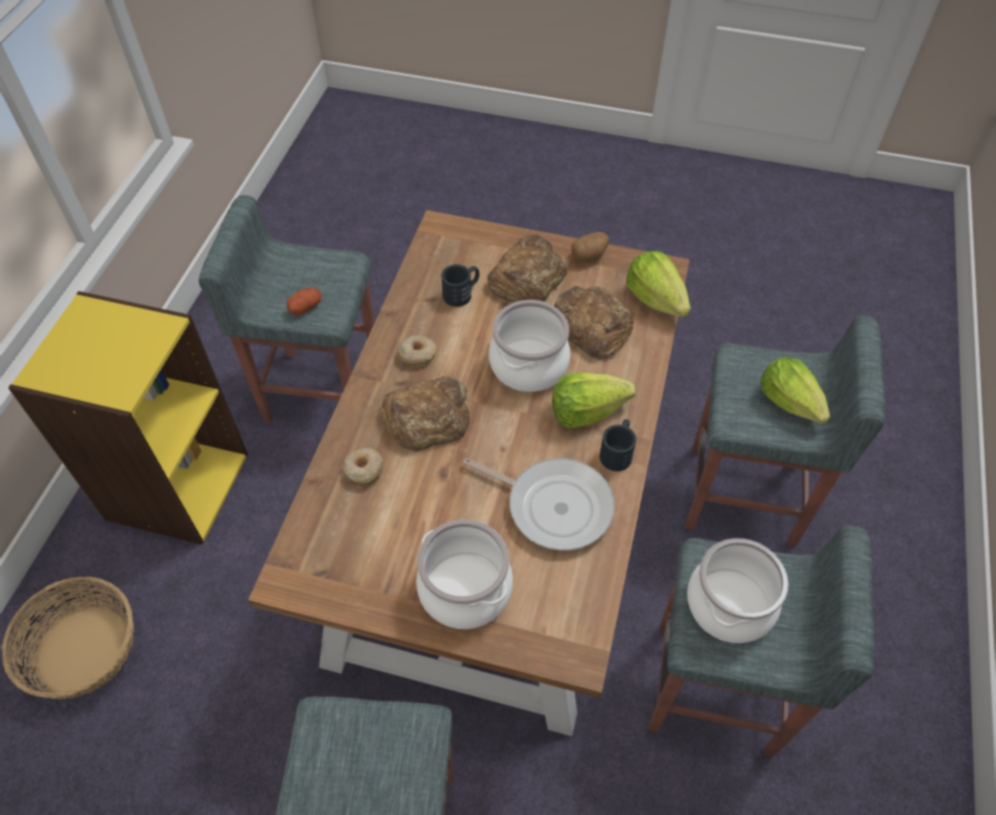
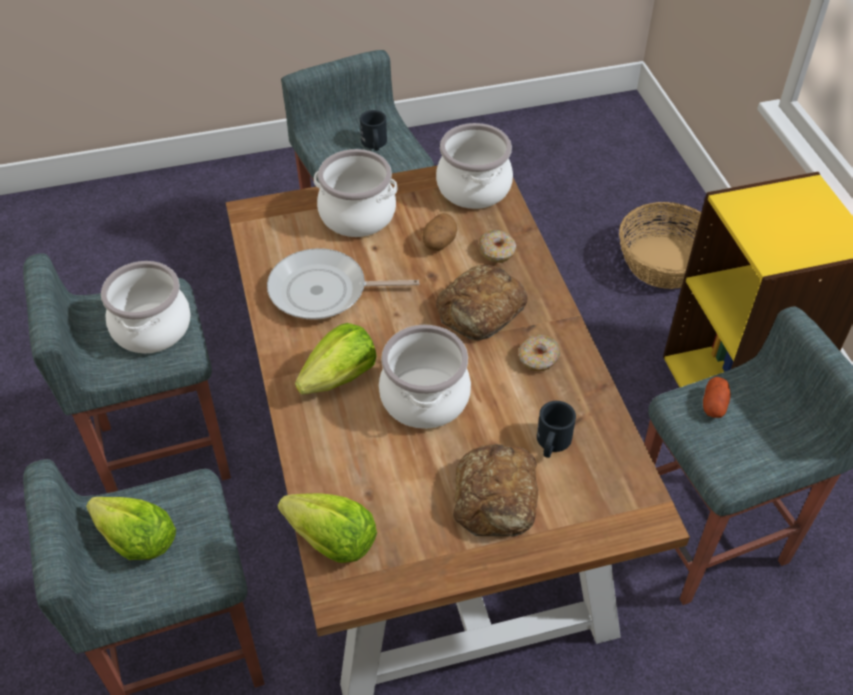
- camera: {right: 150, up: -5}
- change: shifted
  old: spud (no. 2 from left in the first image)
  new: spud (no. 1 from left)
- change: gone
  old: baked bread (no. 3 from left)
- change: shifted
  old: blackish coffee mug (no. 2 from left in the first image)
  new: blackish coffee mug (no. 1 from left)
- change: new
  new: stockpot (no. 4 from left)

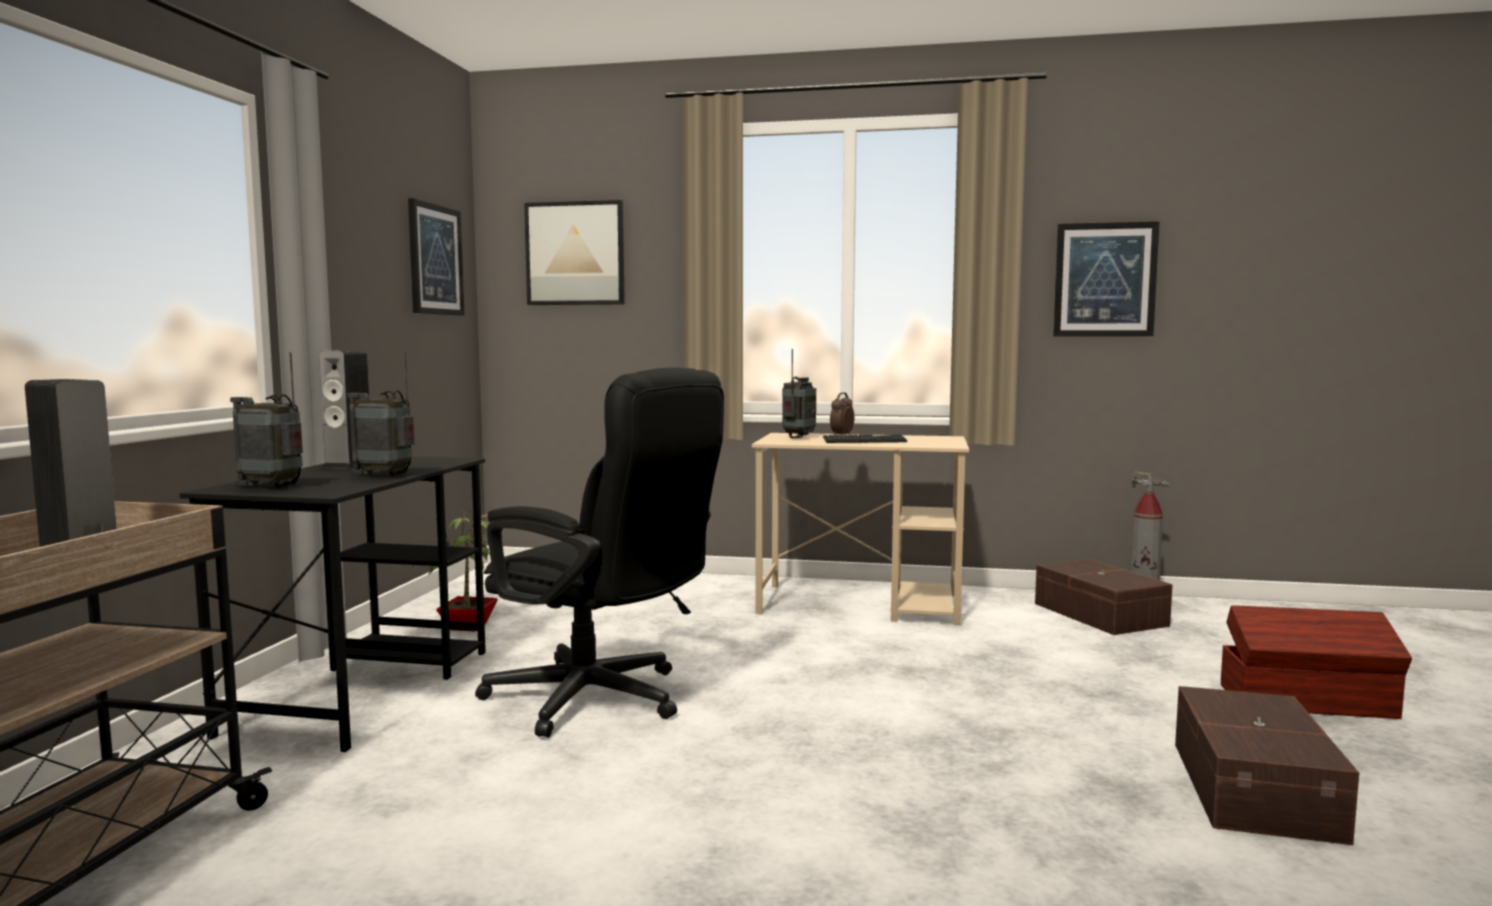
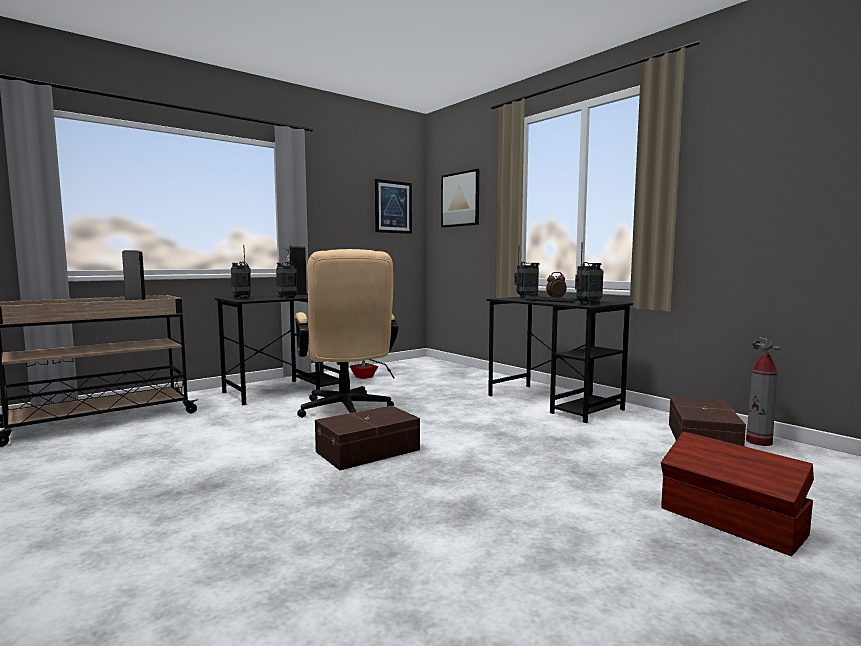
- camera: {right: 40, up: 0}
- change: gone
  old: wall art (no. 3 from left)
- change: repainted
  old: blackish computer chair
  new: sand-coloured computer chair
- change: repainted
  old: sand-coloured desk unit
  new: blackish desk unit (no. 2 from left)
- change: shifted
  old: brown storage bin (no. 2 from left in the first image)
  new: brown storage bin (no. 1 from left)
- change: new
  new: radio (no. 4 from left)

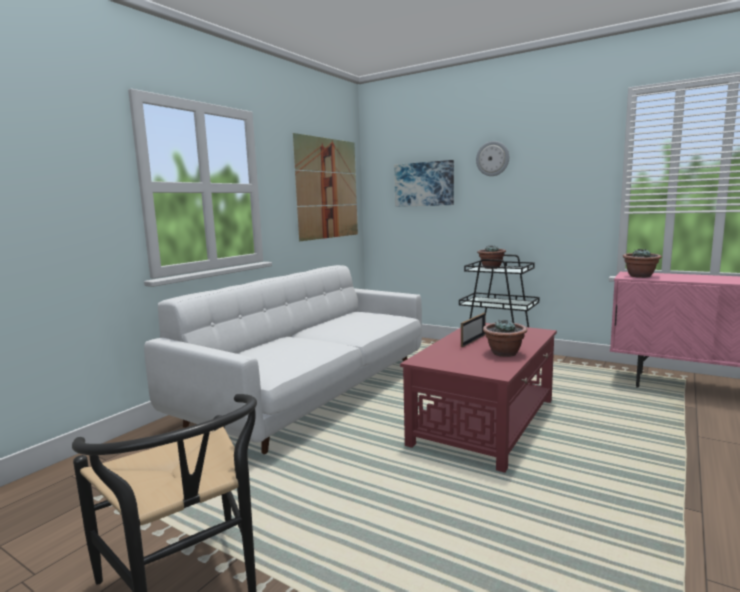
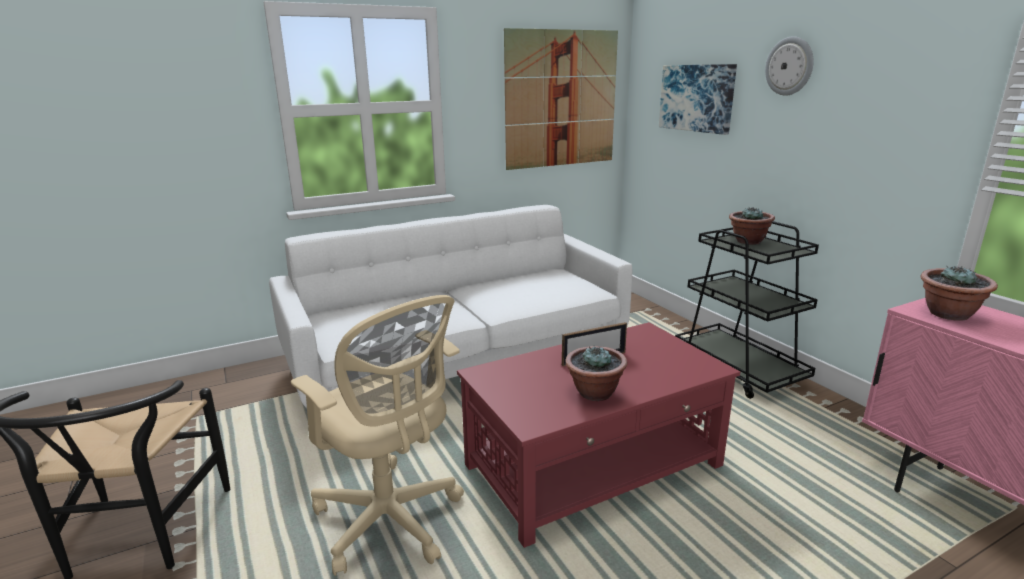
- camera: {right: 30, up: 10}
- change: new
  new: sand-coloured computer chair

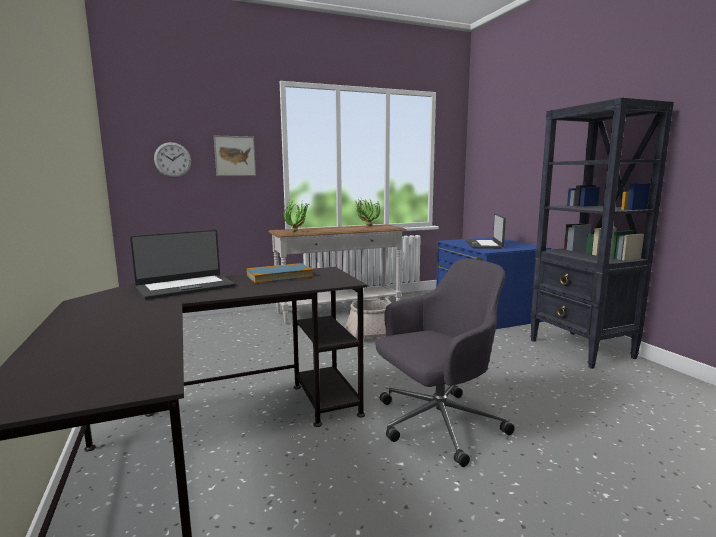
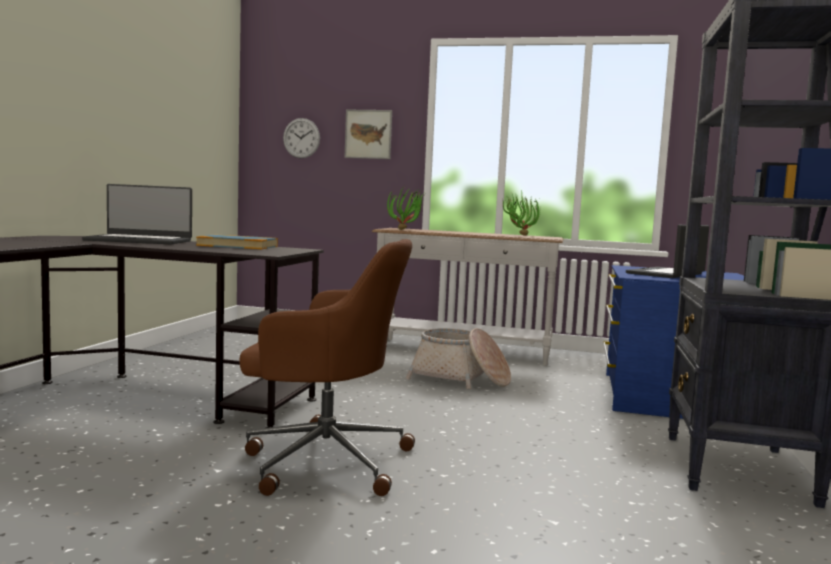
- camera: {right: 35, up: -5}
- change: repainted
  old: grey computer chair
  new: brown computer chair

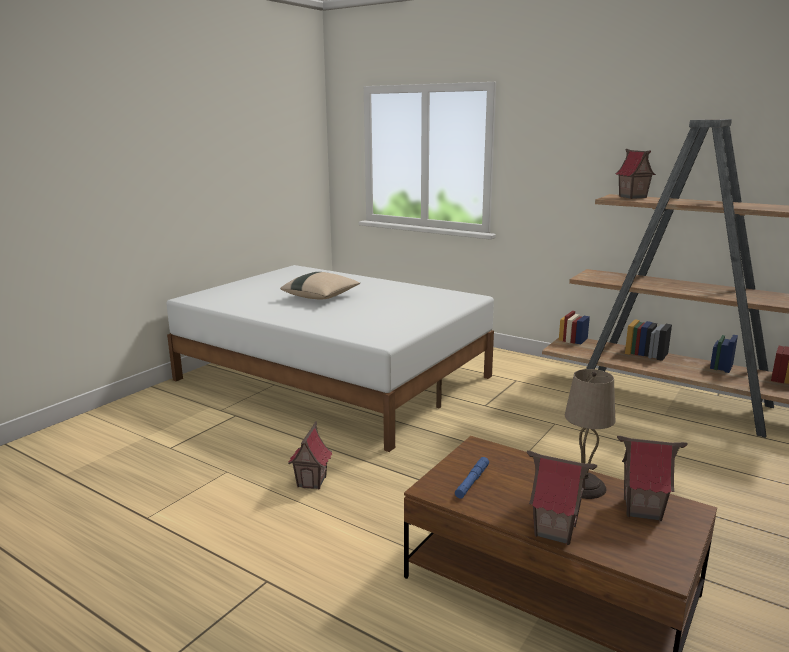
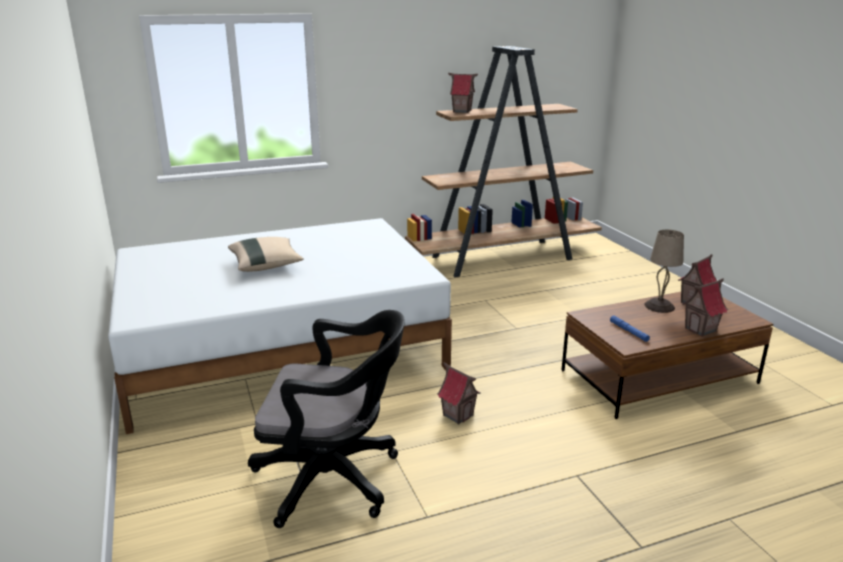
- camera: {right: -55, up: 5}
- change: new
  new: blackish computer chair

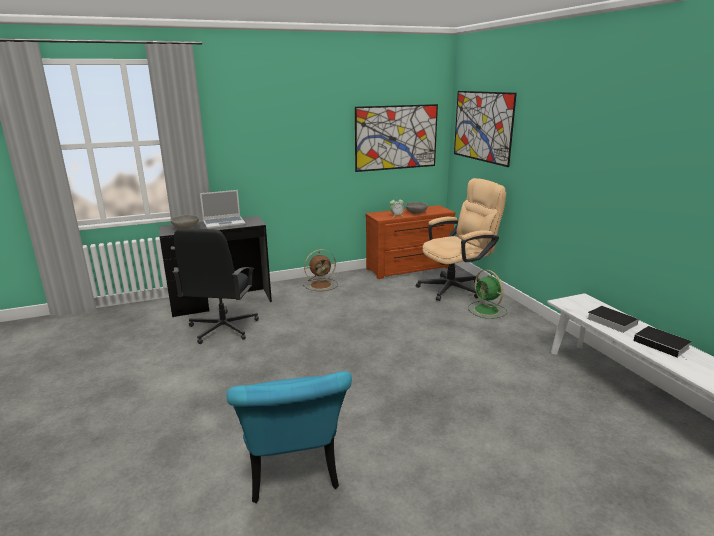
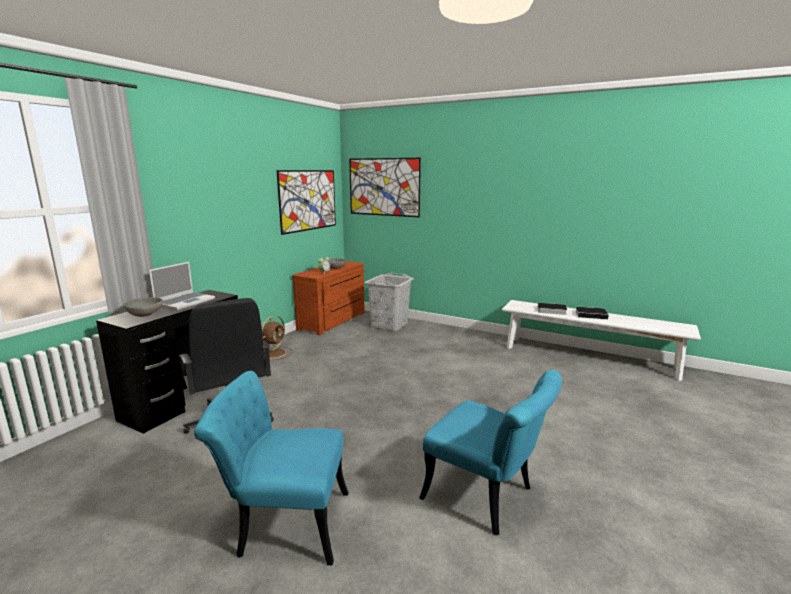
- camera: {right: -40, up: -5}
- change: swapped
  old: sand-coloured computer chair
  new: grey washing basket
- change: gone
  old: green-coloured fan
- change: new
  new: turquoise chair (no. 1 from left)

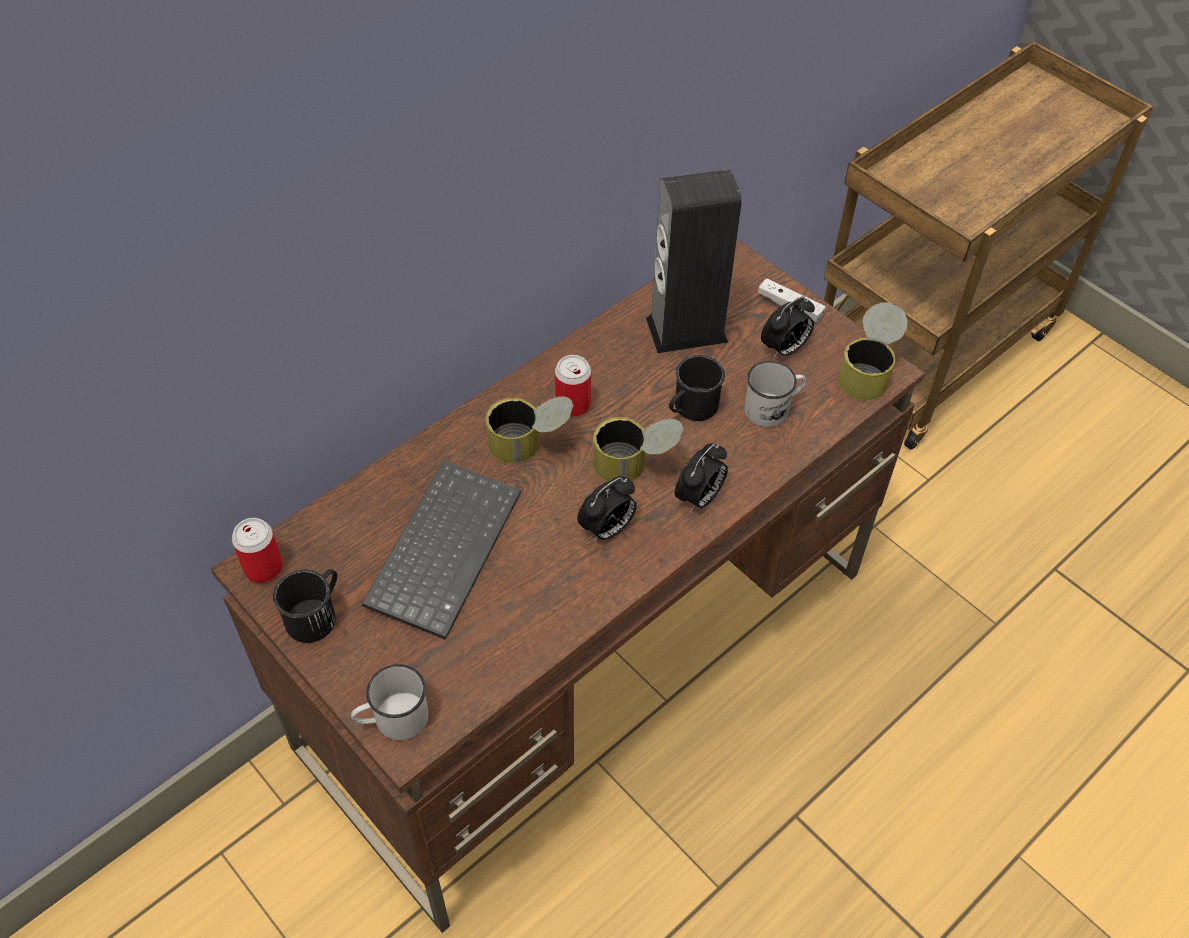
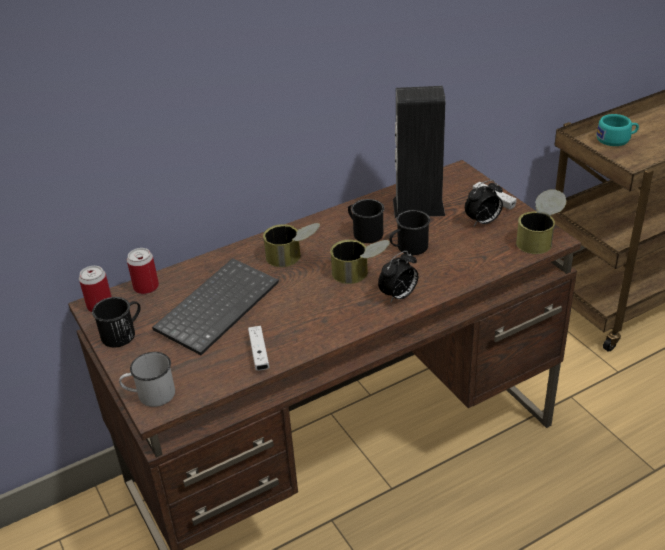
- camera: {right: 15, up: -15}
- change: shifted
  old: sealed can (no. 3 from left in the first image)
  new: sealed can (no. 2 from left)
- change: gone
  old: whitish coffee mug (no. 2 from left)
- change: gone
  old: table clock (no. 1 from left)
- change: new
  new: turquoise cup
- change: new
  new: blackish coffee mug (no. 2 from left)
- change: new
  new: whitish gamepad (no. 1 from left)

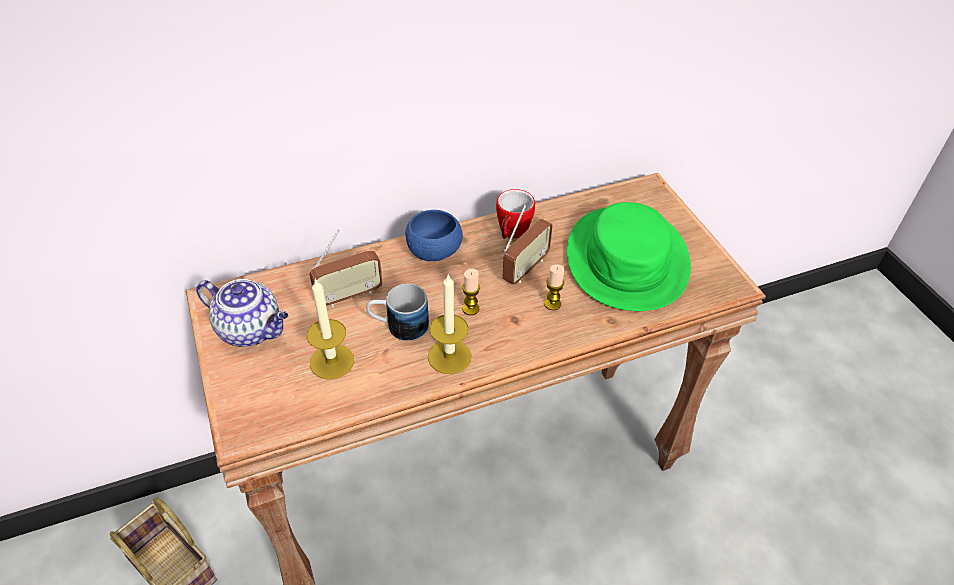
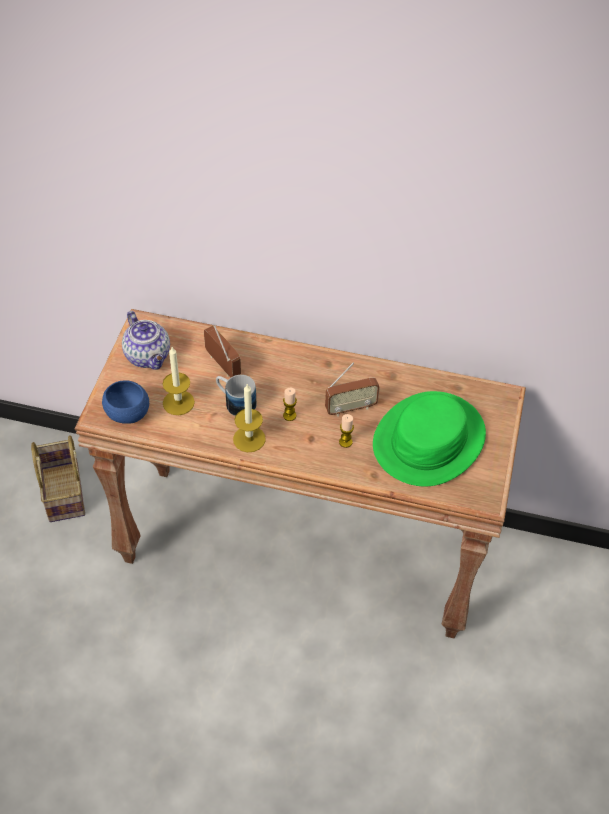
- camera: {right: 35, up: 5}
- change: gone
  old: coffee mug (no. 2 from left)
- change: shifted
  old: blue-coloured deep dish
- change: rotated
  old: radio (no. 1 from left)
  degrees: -135

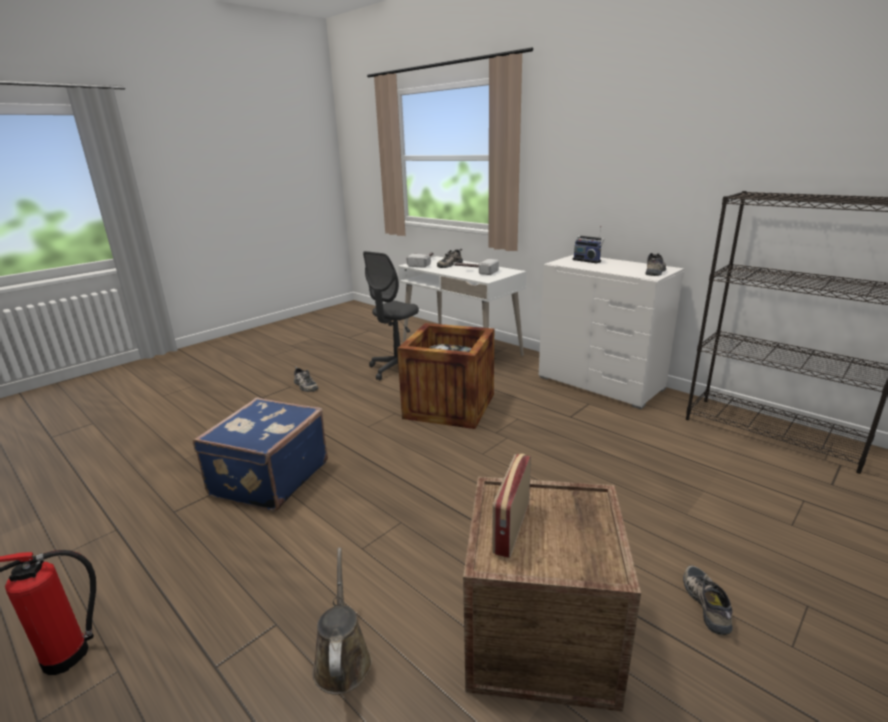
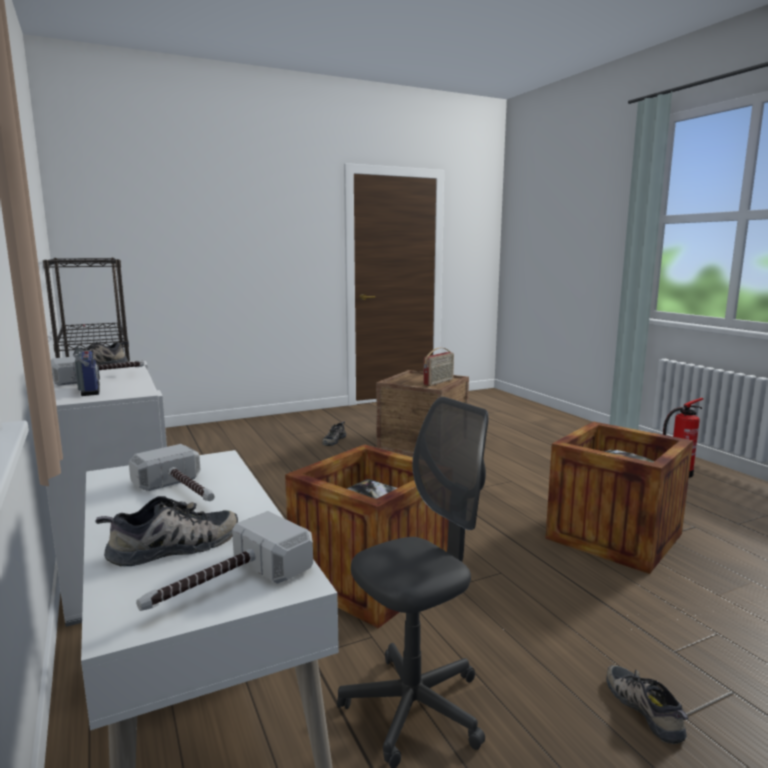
- camera: {right: -160, up: -10}
- change: swapped
  old: blue-coloured travel case
  new: shipping crate (no. 3 from left)
- change: gone
  old: brown watering can
- change: new
  new: hand hammer (no. 1 from left)

